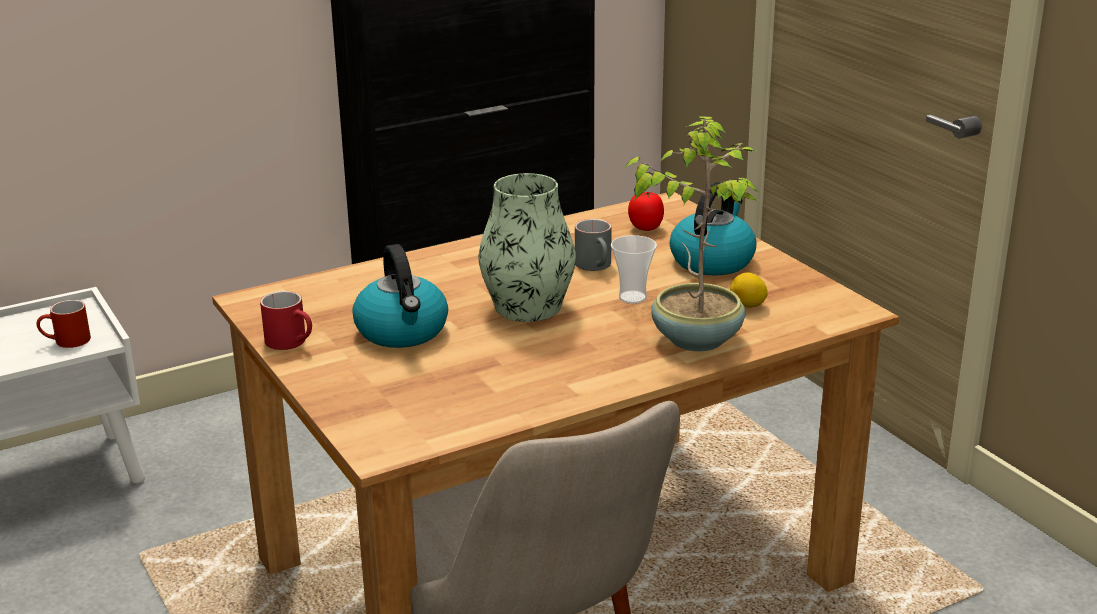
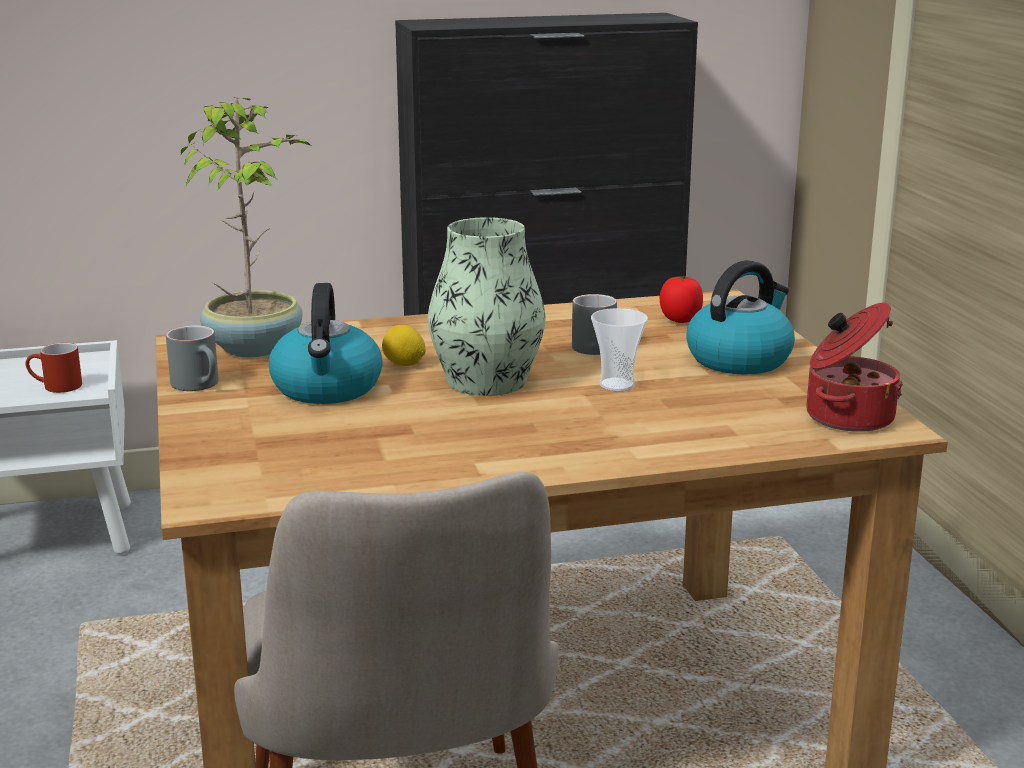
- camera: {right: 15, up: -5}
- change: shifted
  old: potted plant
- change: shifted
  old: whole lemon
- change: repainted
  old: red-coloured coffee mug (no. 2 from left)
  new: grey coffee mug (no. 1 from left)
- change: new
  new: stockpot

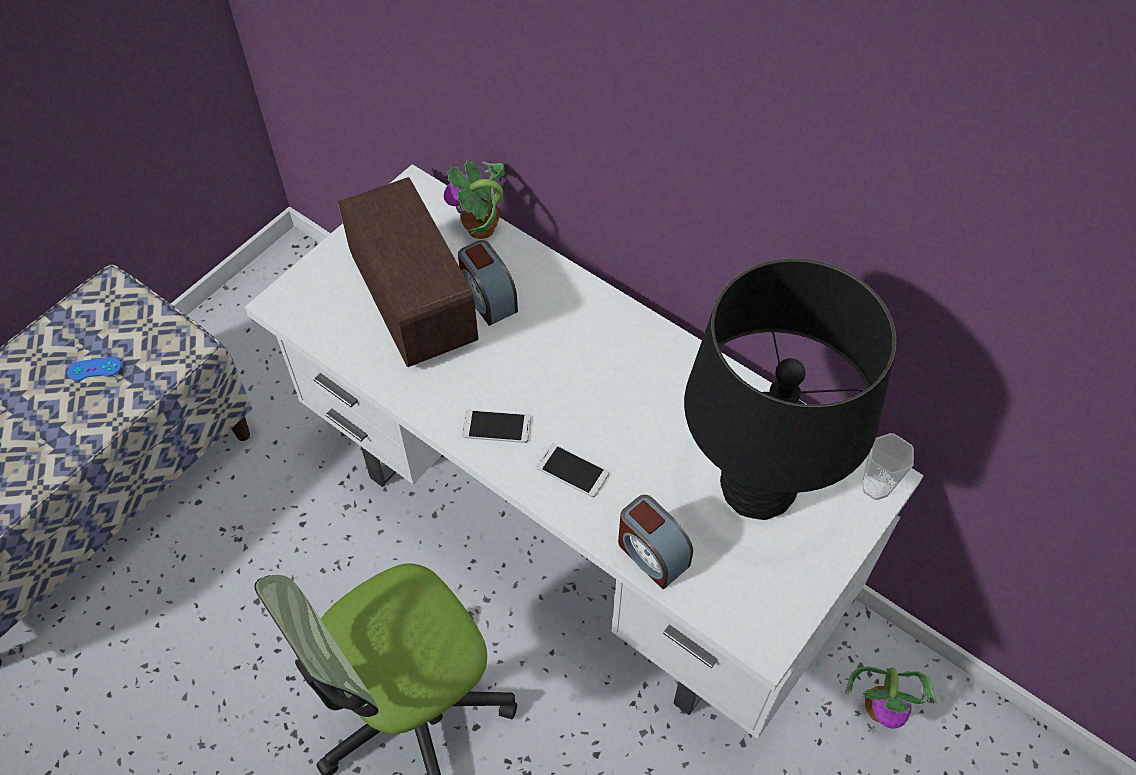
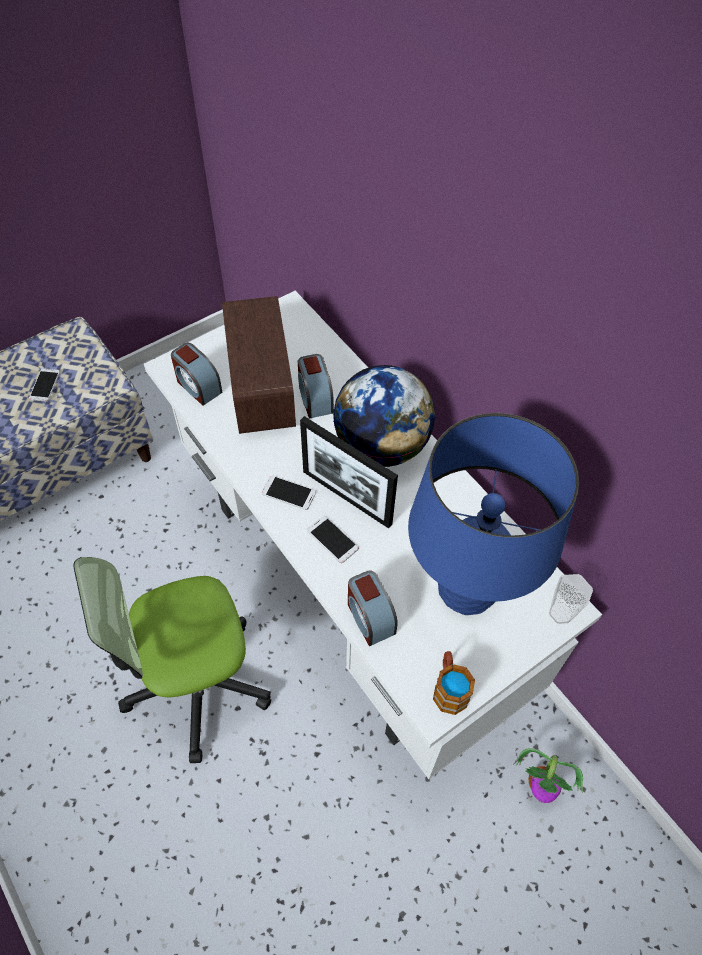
- camera: {right: 15, up: 0}
- change: gone
  old: potted plant (no. 1 from left)
- change: repainted
  old: blackish lamp for a table
  new: blue-coloured lamp for a table
- change: swapped
  old: blue-coloured gamepad
  new: phone (no. 1 from left)
- change: new
  new: table clock (no. 1 from left)
- change: new
  new: world globe
- change: new
  new: standing frame
- change: new
  new: coffee mug

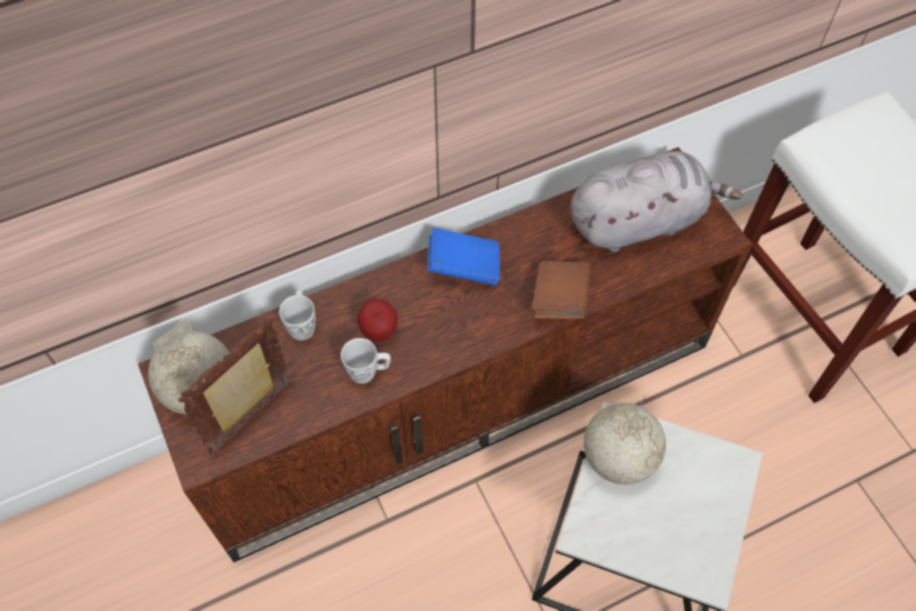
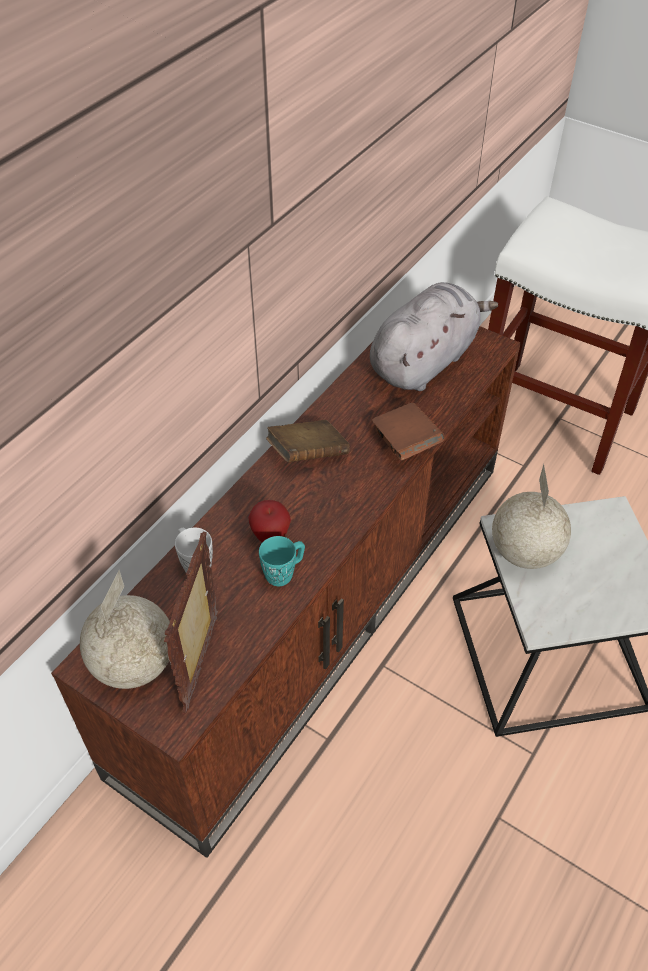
- camera: {right: -30, up: -10}
- change: repainted
  old: blue-coloured book
  new: brown book (no. 1 from left)
- change: repainted
  old: whitish coffee mug (no. 2 from left)
  new: turquoise coffee mug

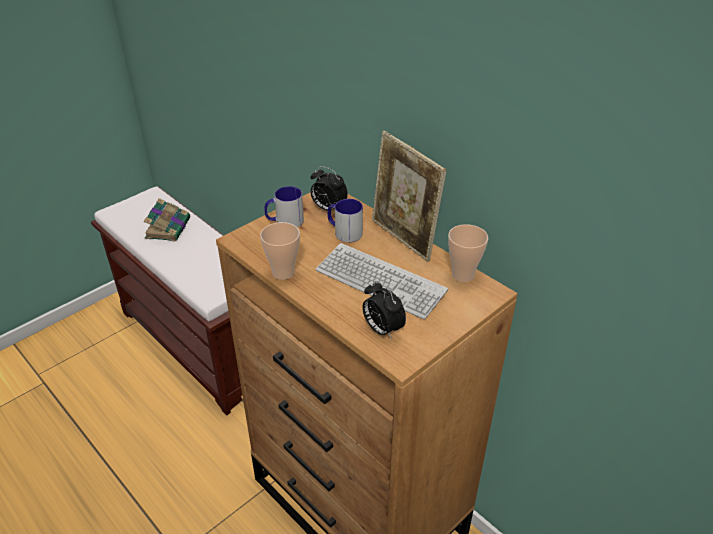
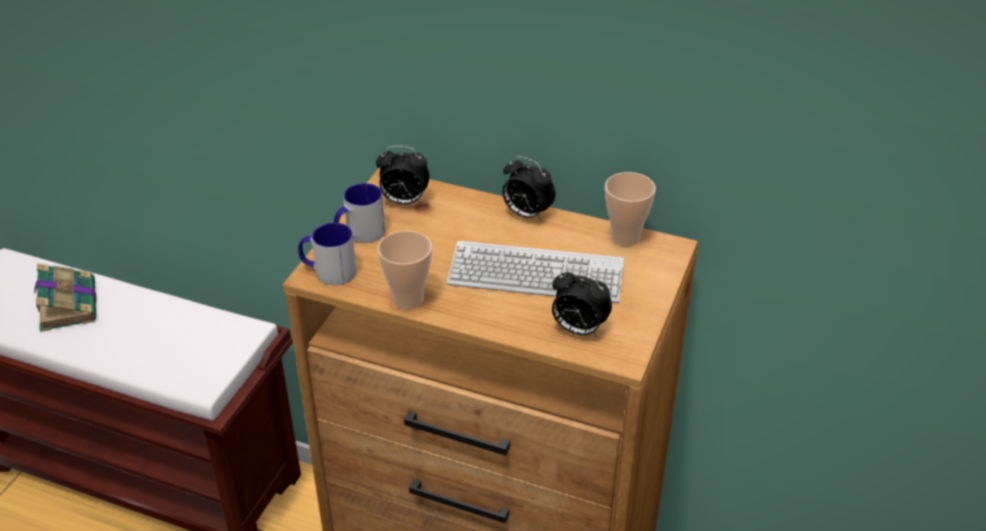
- camera: {right: -25, up: 0}
- change: swapped
  old: standing frame
  new: table clock (no. 2 from left)
- change: shifted
  old: coffee mug (no. 2 from left in the first image)
  new: coffee mug (no. 1 from left)

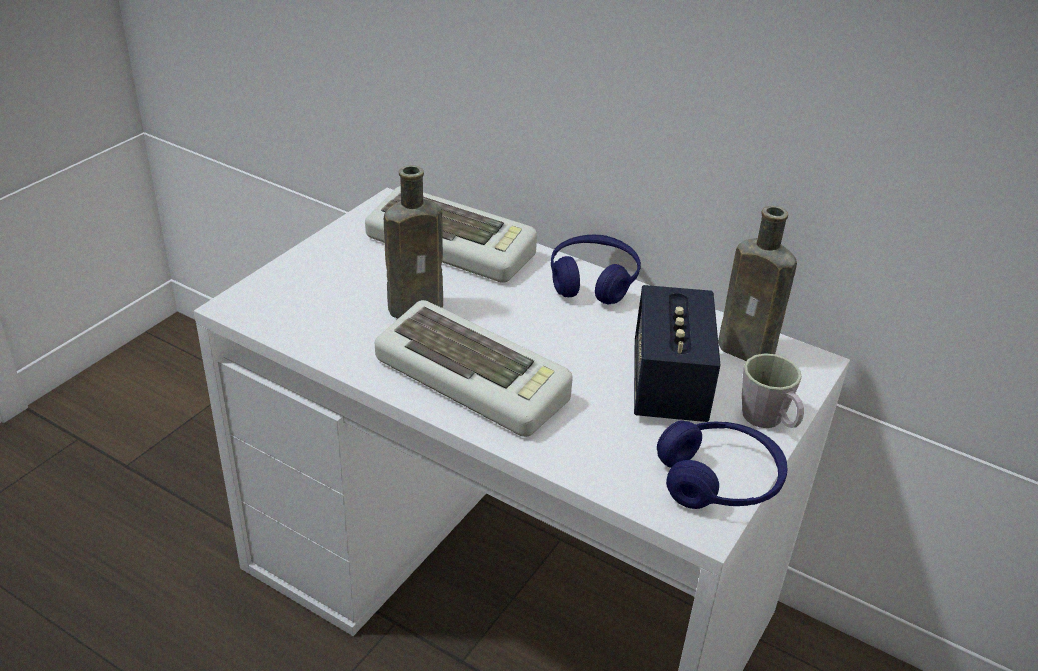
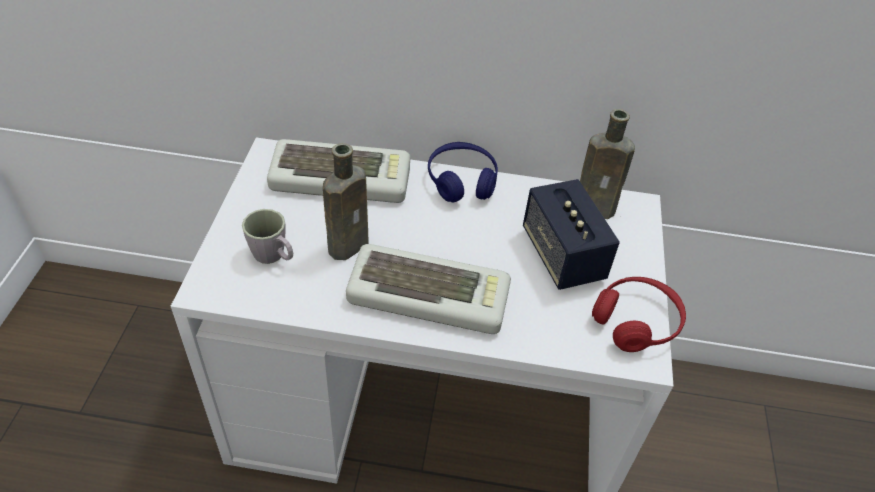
- camera: {right: -25, up: 10}
- change: shifted
  old: grey coffee mug
- change: repainted
  old: blue-coloured headphones (no. 2 from left)
  new: red-coloured headphones

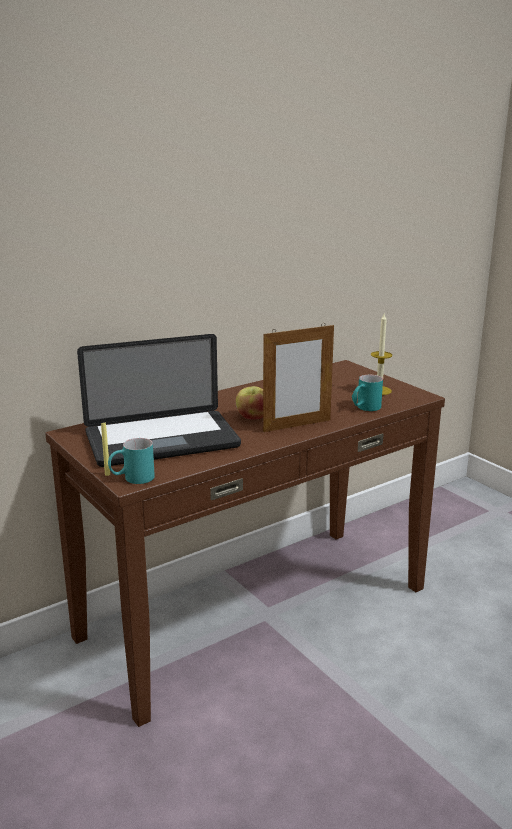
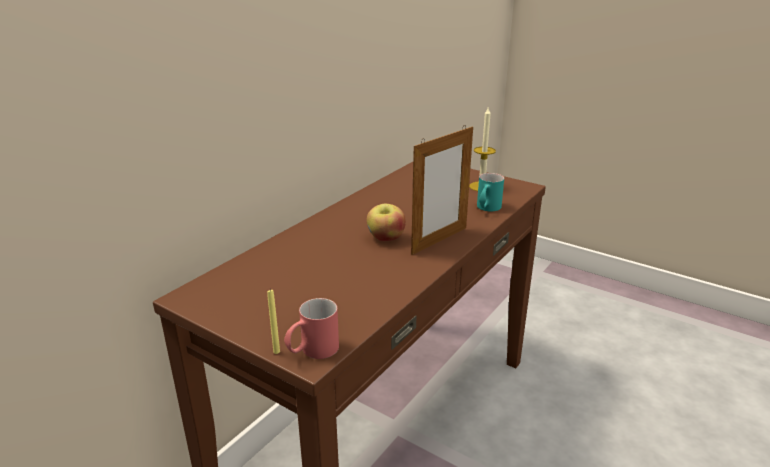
- camera: {right: -20, up: 5}
- change: gone
  old: portable computer
- change: repainted
  old: turquoise coffee mug (no. 1 from left)
  new: red-coloured coffee mug

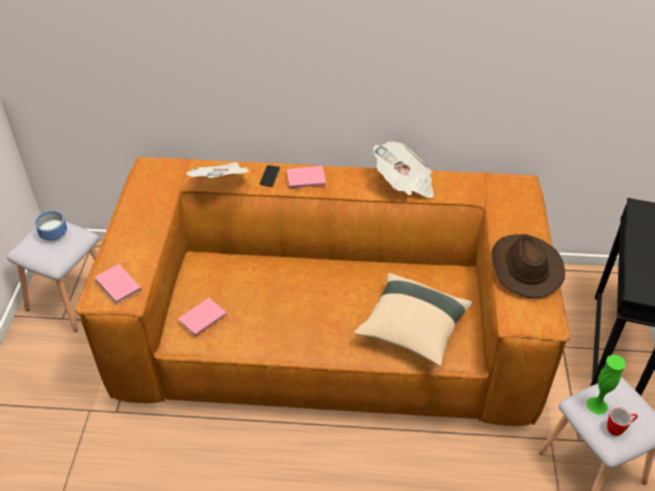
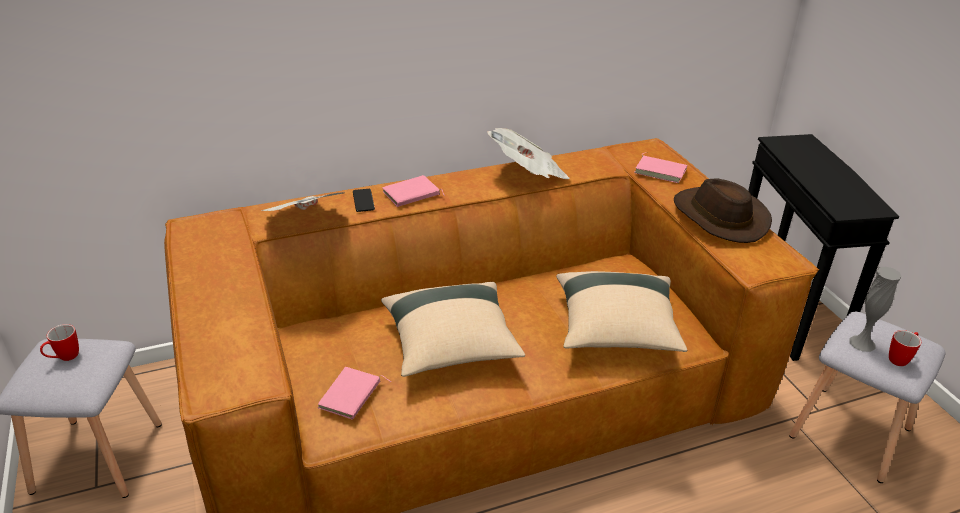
- camera: {right: -25, up: -10}
- change: swapped
  old: deep dish
  new: coffee mug (no. 1 from left)
- change: shifted
  old: pink-coloured book (no. 1 from left in the first image)
  new: pink-coloured book (no. 3 from left)
- change: repainted
  old: green-coloured flower vase
  new: grey flower vase
- change: new
  new: sand-coloured cushion (no. 1 from left)

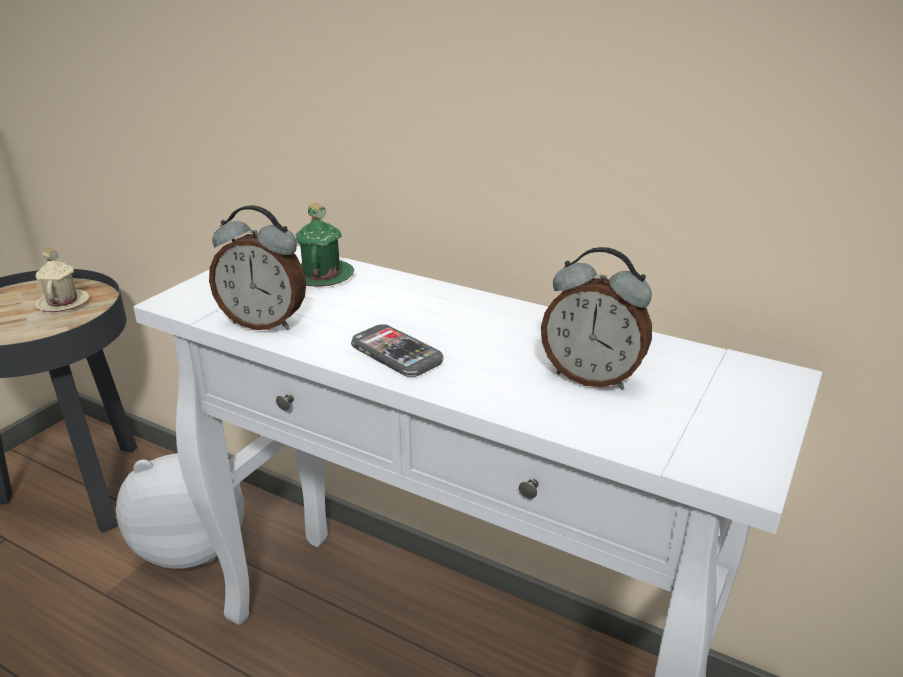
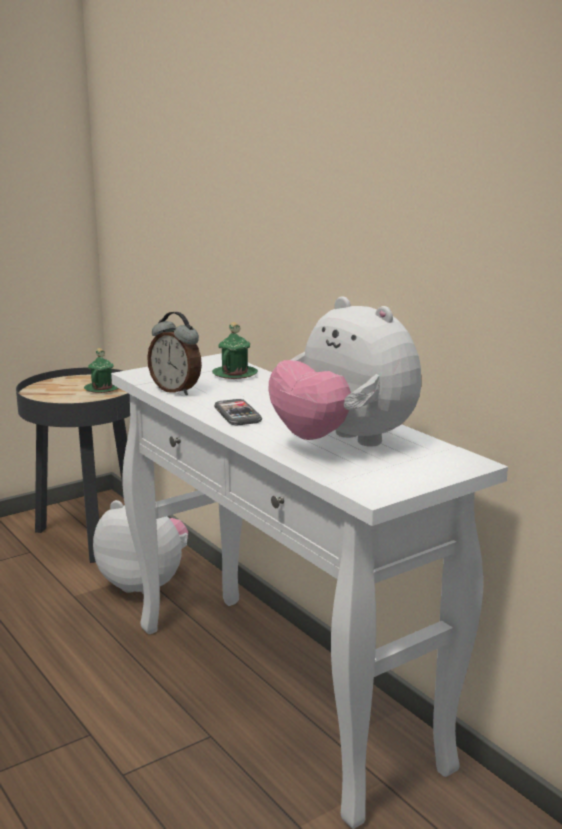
- camera: {right: 25, up: -10}
- change: swapped
  old: table clock (no. 2 from left)
  new: plush toy (no. 2 from left)
- change: repainted
  old: sand-coloured coffee mug
  new: green-coloured coffee mug (no. 1 from left)

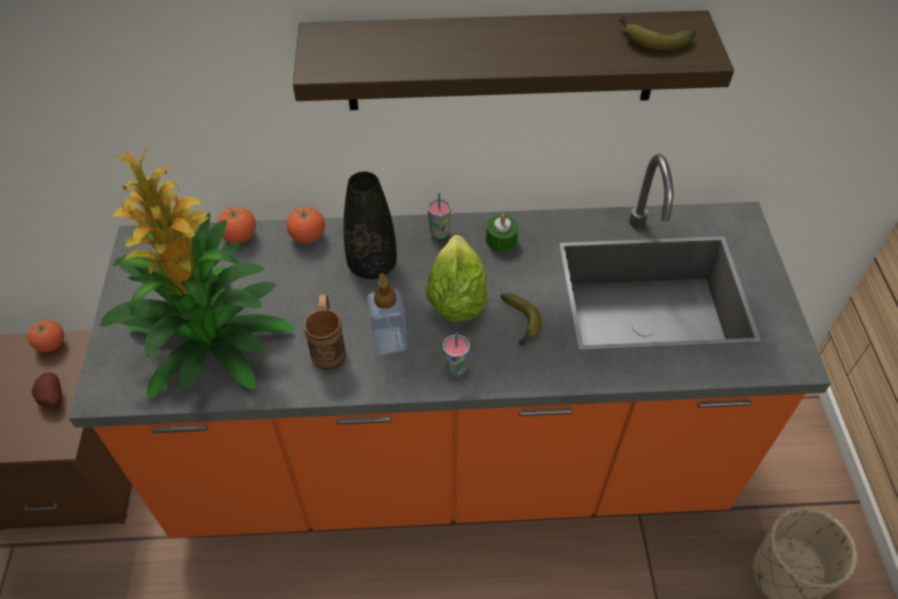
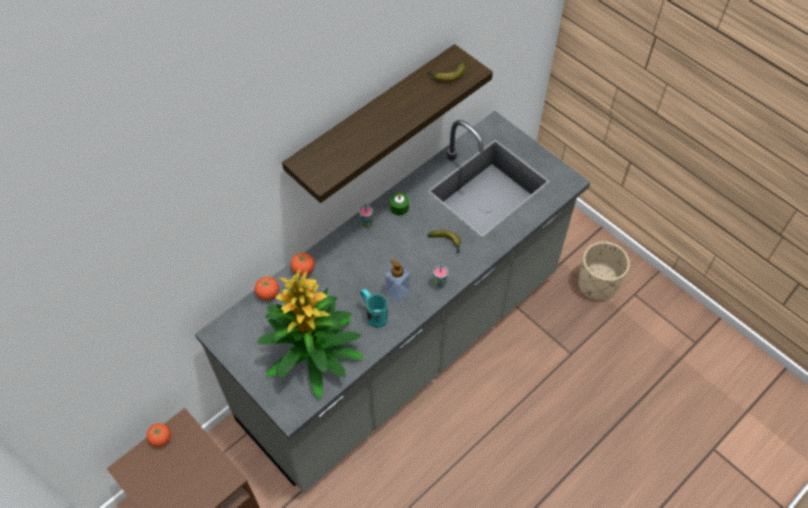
- camera: {right: -40, up: 5}
- change: repainted
  old: orange counter
  new: grey counter
- change: gone
  old: blackish flower vase
- change: gone
  old: lettuce head
- change: repainted
  old: brown coffee mug
  new: turquoise coffee mug
- change: gone
  old: spud

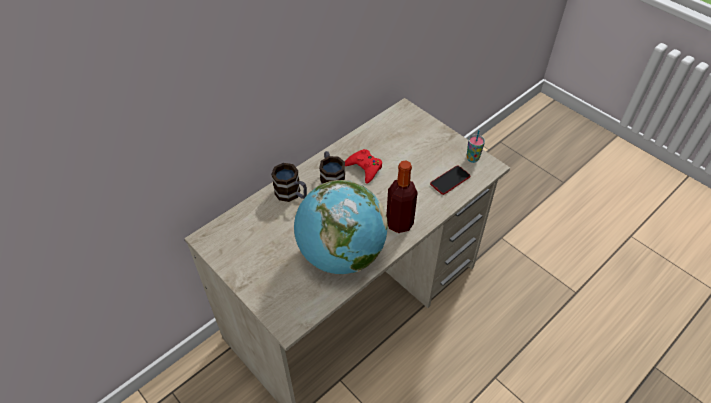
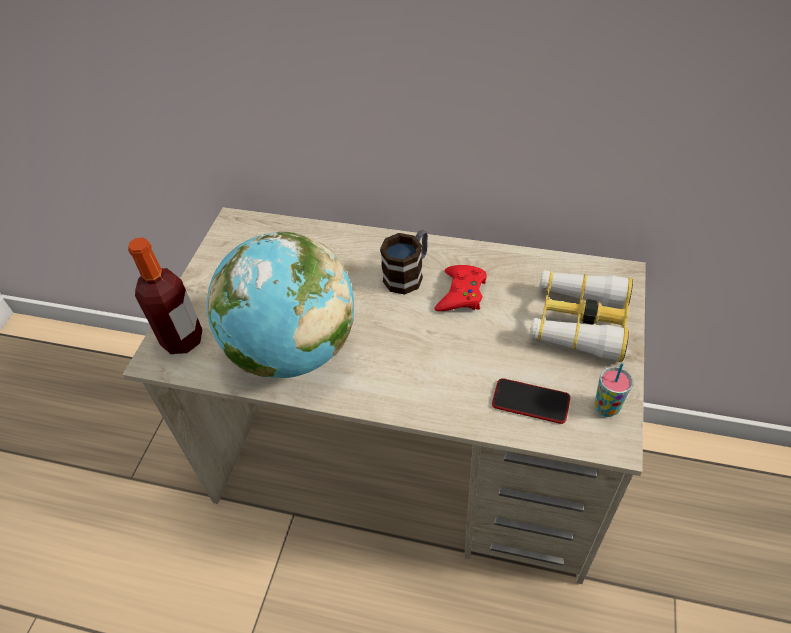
- camera: {right: 60, up: 0}
- change: shifted
  old: bottle
- change: gone
  old: coffee mug (no. 1 from left)
- change: new
  new: field glasses

